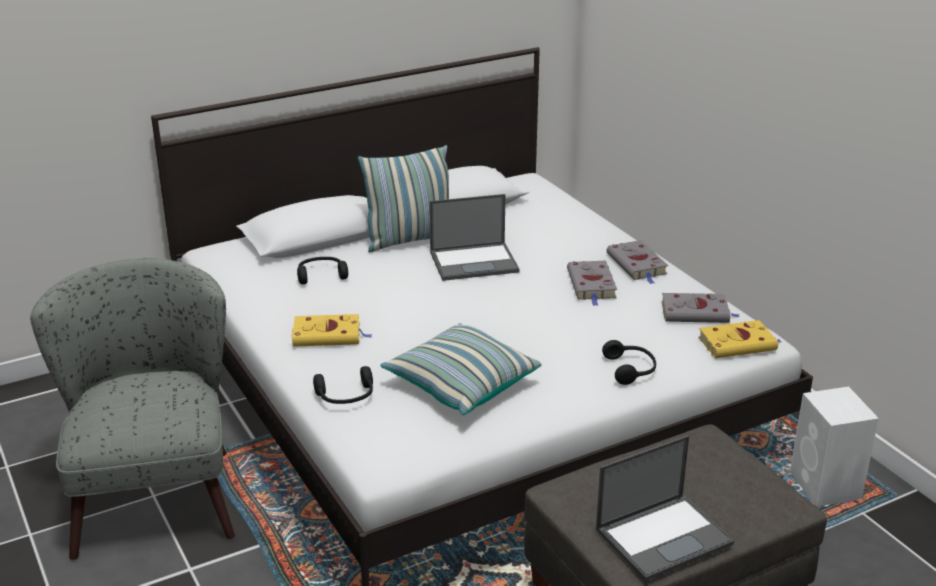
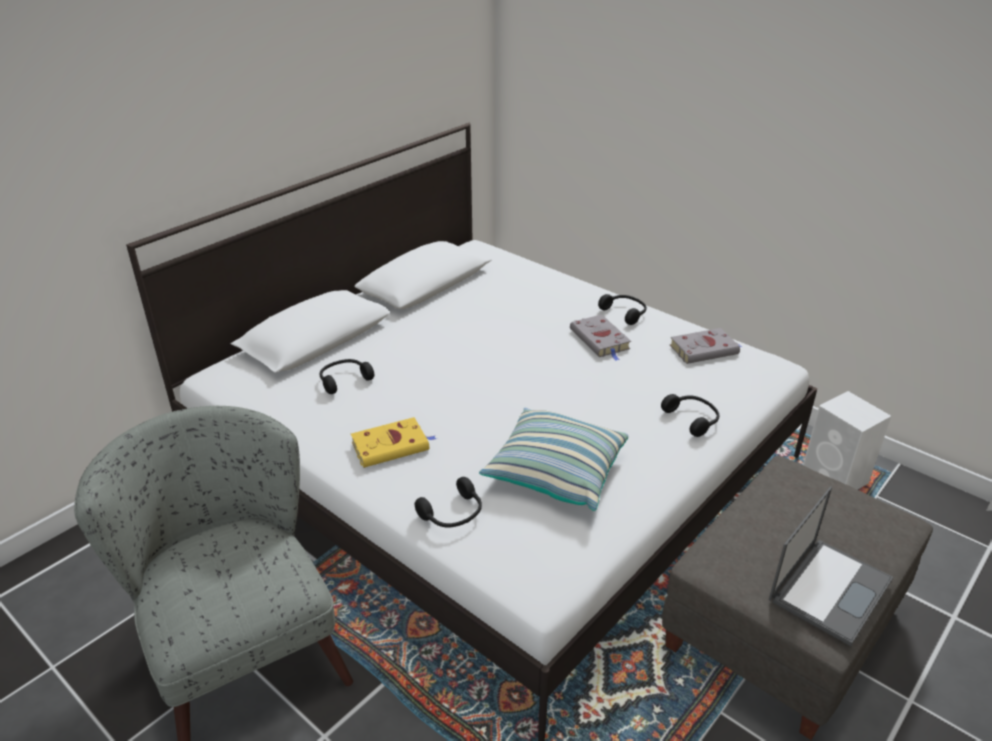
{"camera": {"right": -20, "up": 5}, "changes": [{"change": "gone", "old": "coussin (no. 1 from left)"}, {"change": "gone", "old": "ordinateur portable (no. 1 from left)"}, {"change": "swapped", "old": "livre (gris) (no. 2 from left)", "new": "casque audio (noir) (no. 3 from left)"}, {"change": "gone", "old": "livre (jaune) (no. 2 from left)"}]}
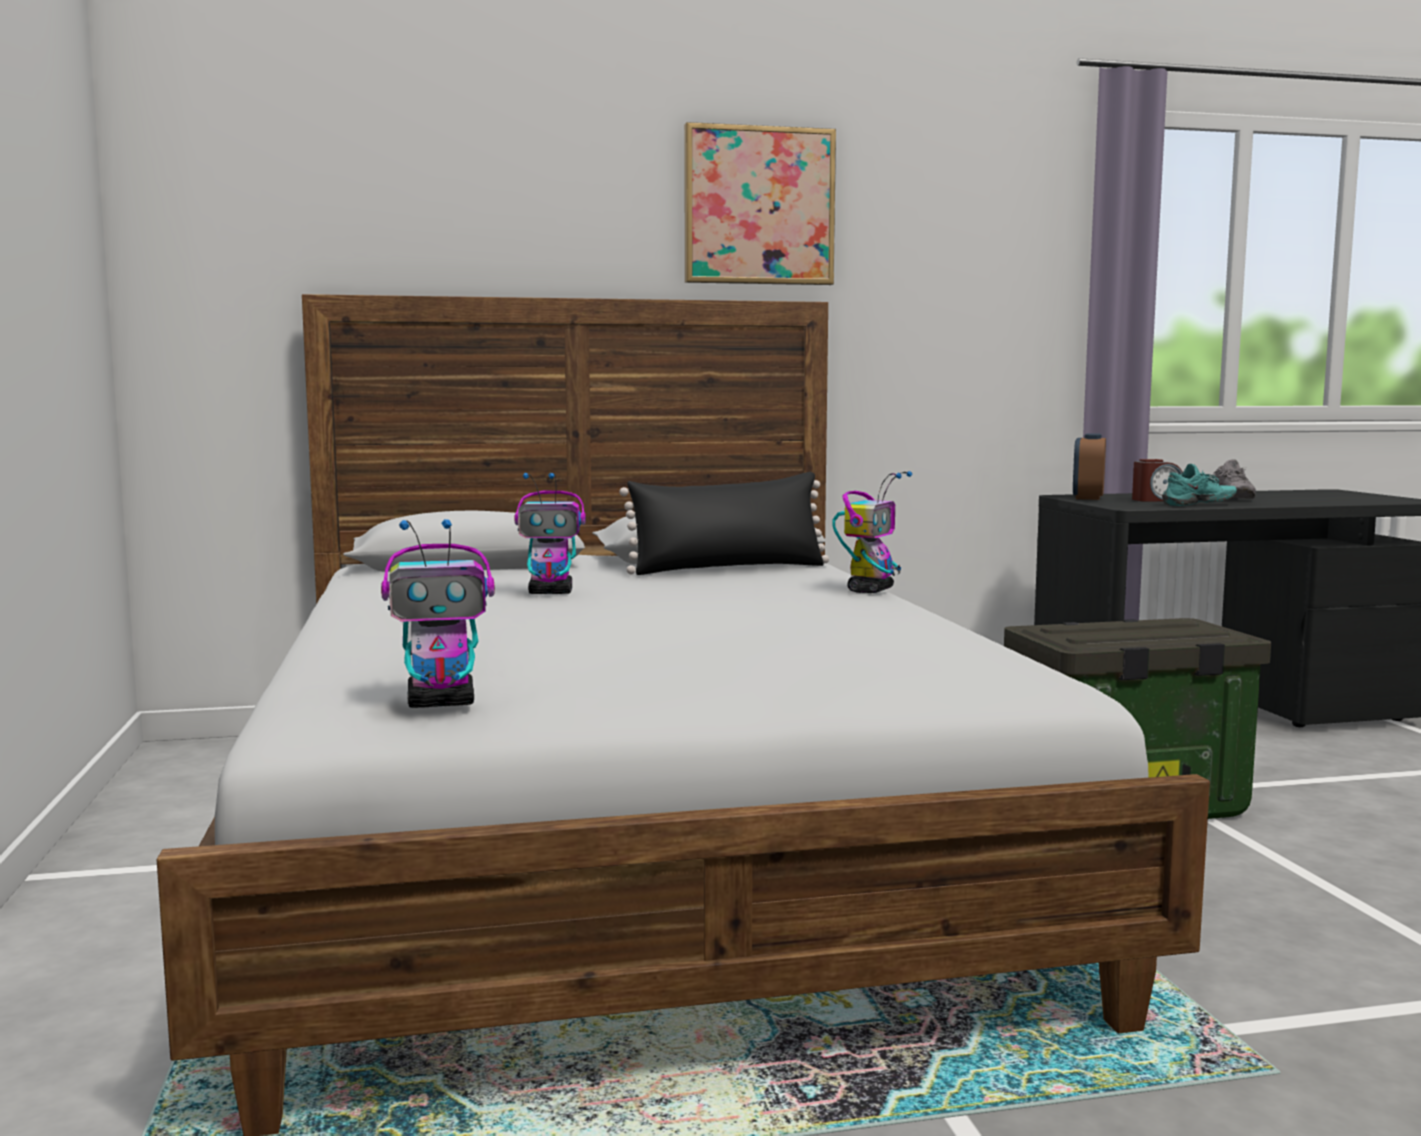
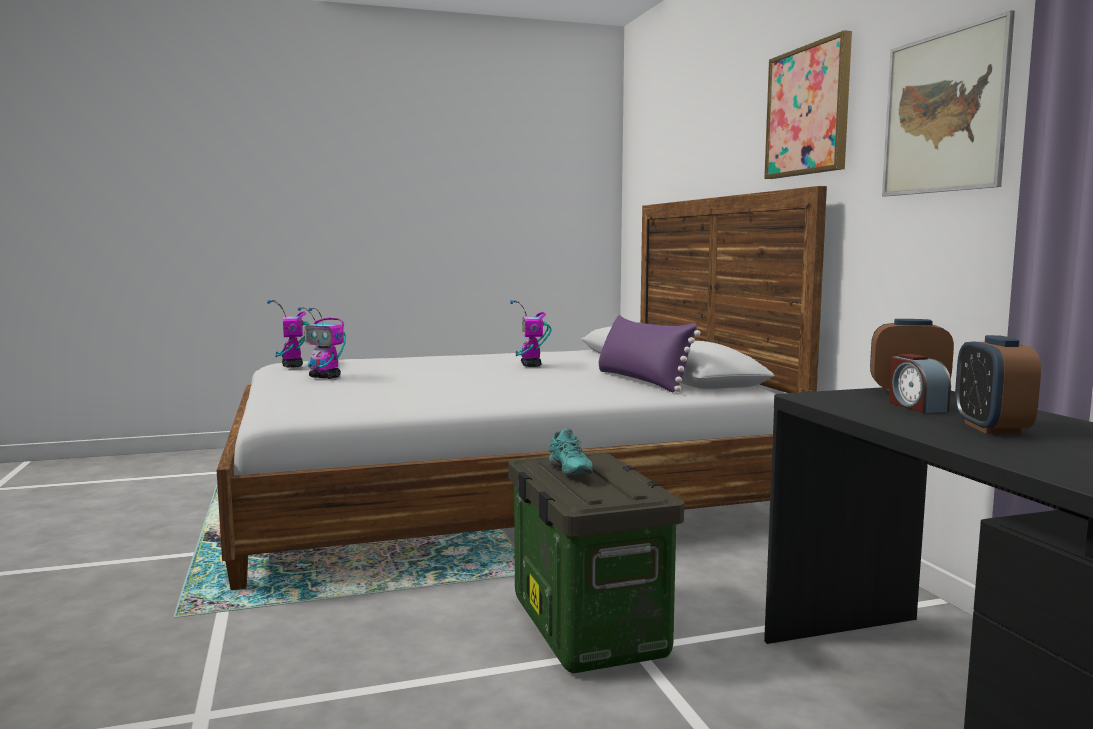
{"camera": {"right": 85, "up": 0}, "changes": [{"change": "swapped", "old": "chaussure (gris)", "new": "réveil (no. 3 from left)"}, {"change": "shifted", "old": "chaussure (turquoise)"}, {"change": "shifted", "old": "robot jouet (no. 3 from left in the first image)", "new": "robot jouet (no. 2 from left)"}, {"change": "repainted", "old": "coussin (noir)", "new": "coussin (violet)"}, {"change": "new", "new": "tableau (no. 2 from left)"}]}
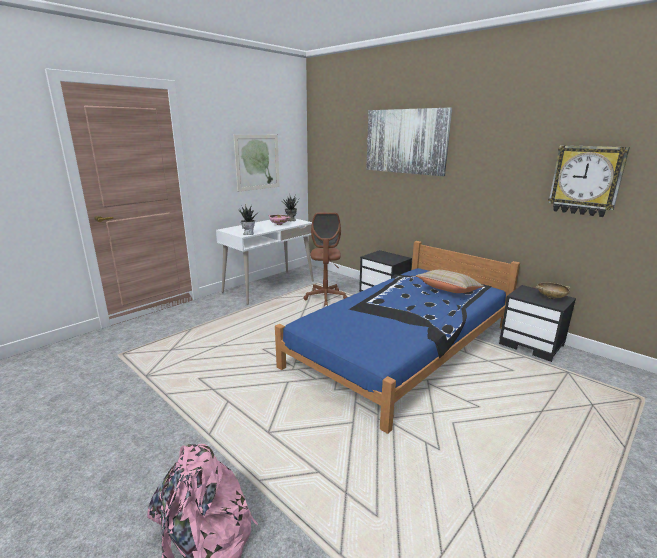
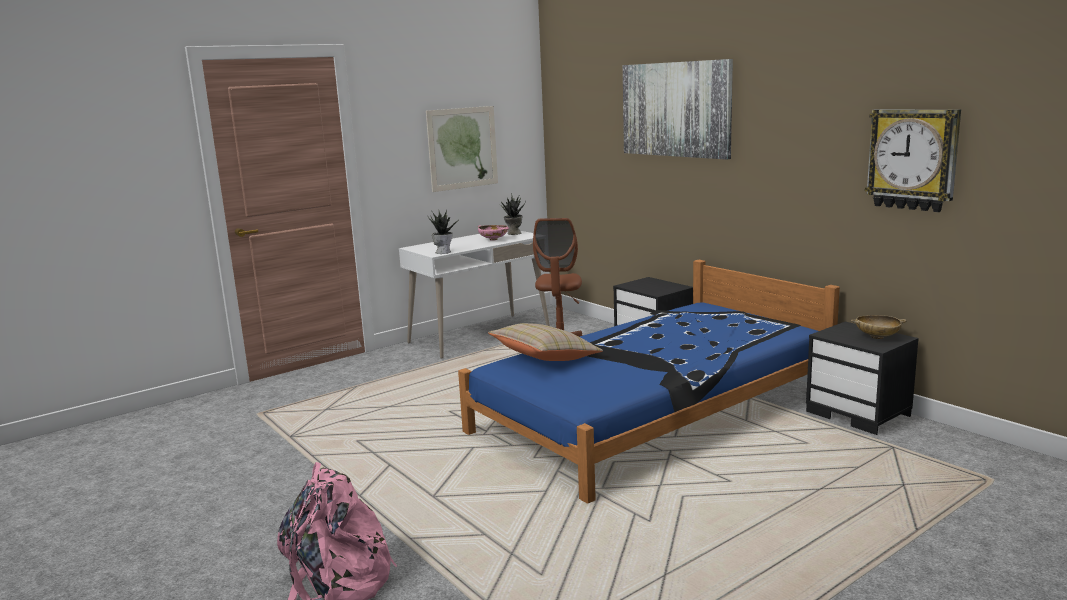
{"camera": {"right": 10, "up": -5}, "changes": [{"change": "shifted", "old": "coussin (beige)"}]}
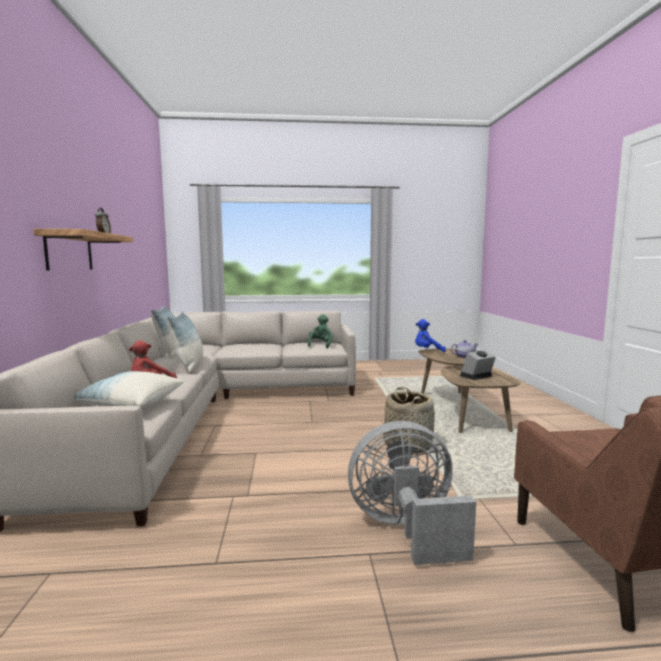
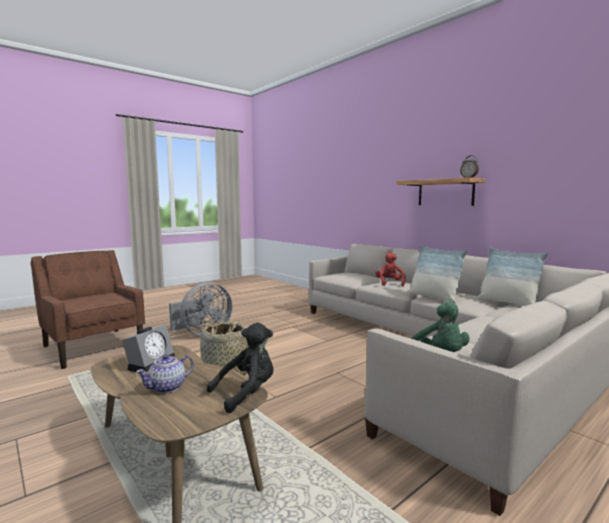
{"camera": {"right": 145, "up": 0}, "changes": [{"change": "repainted", "old": "peluche (bleu)", "new": "peluche (noir)"}, {"change": "gone", "old": "coussin (no. 1 from left)"}]}
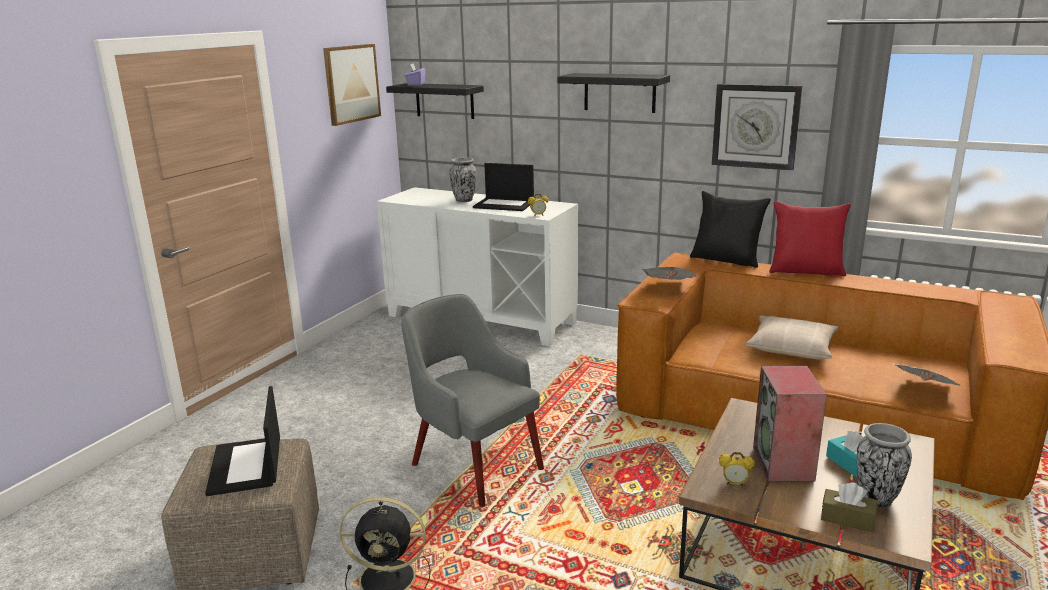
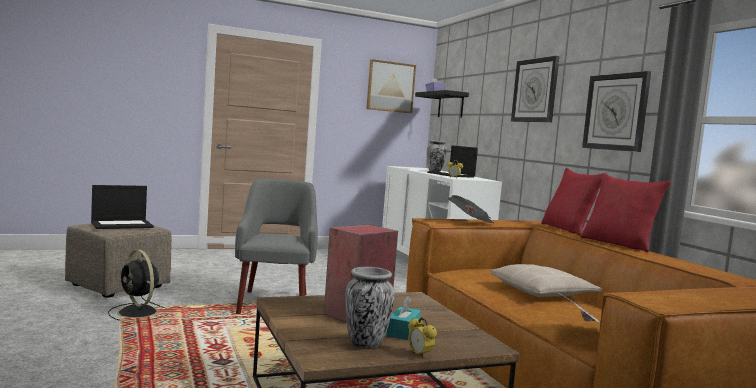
{"camera": {"right": 40, "up": -15}, "changes": [{"change": "swapped", "old": "étagère (noir) (no. 2 from left)", "new": "horloge murale (no. 1 from left)"}, {"change": "repainted", "old": "coussin (noir)", "new": "coussin (rouge) (no. 1 from left)"}, {"change": "rotated", "old": "ordinateur portable (no. 1 from left)", "degrees": -150}, {"change": "shifted", "old": "réveil (no. 2 from left in the first image)", "new": "réveil (no. 1 from left)"}, {"change": "gone", "old": "boîte à mouchoirs (marron)"}]}
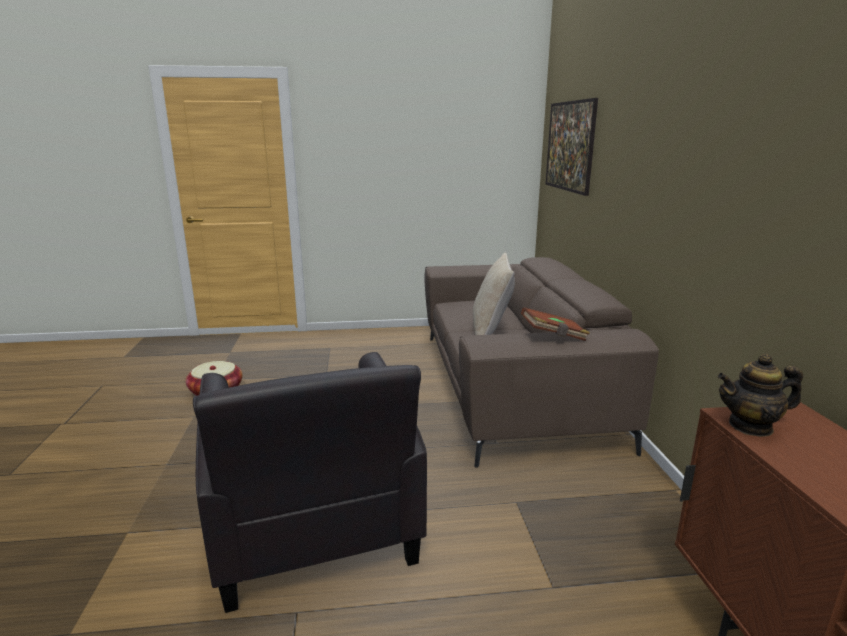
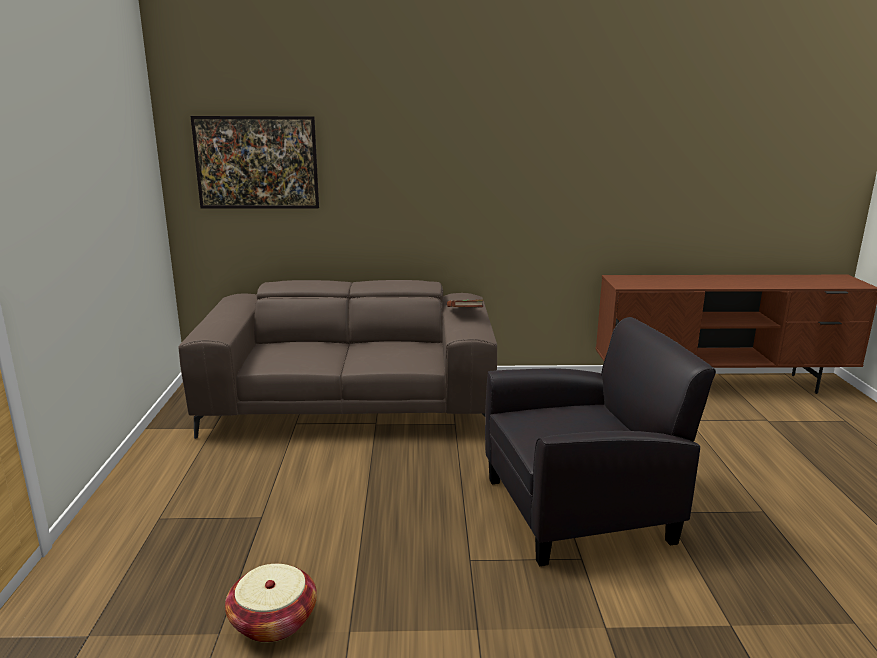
{"camera": {"right": -85, "up": 0}, "changes": [{"change": "gone", "old": "coussin (beige)"}, {"change": "gone", "old": "théière"}]}
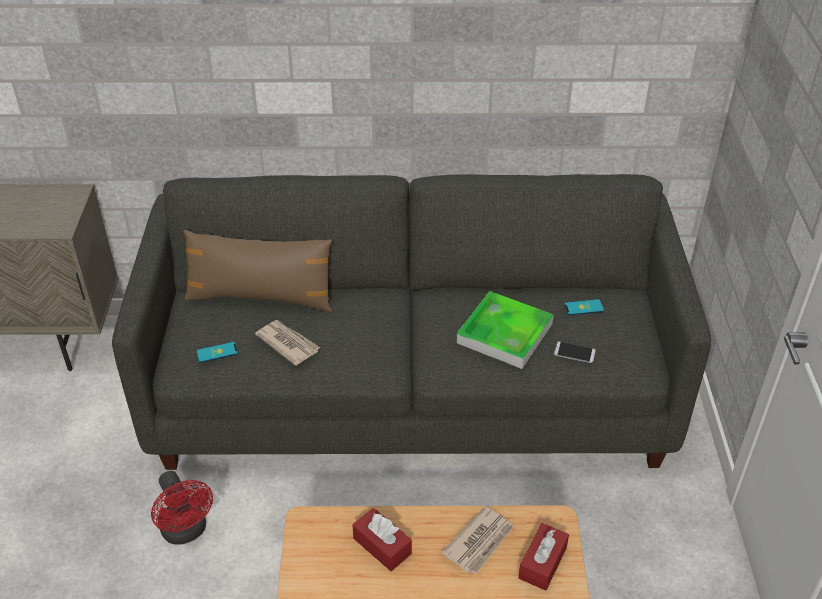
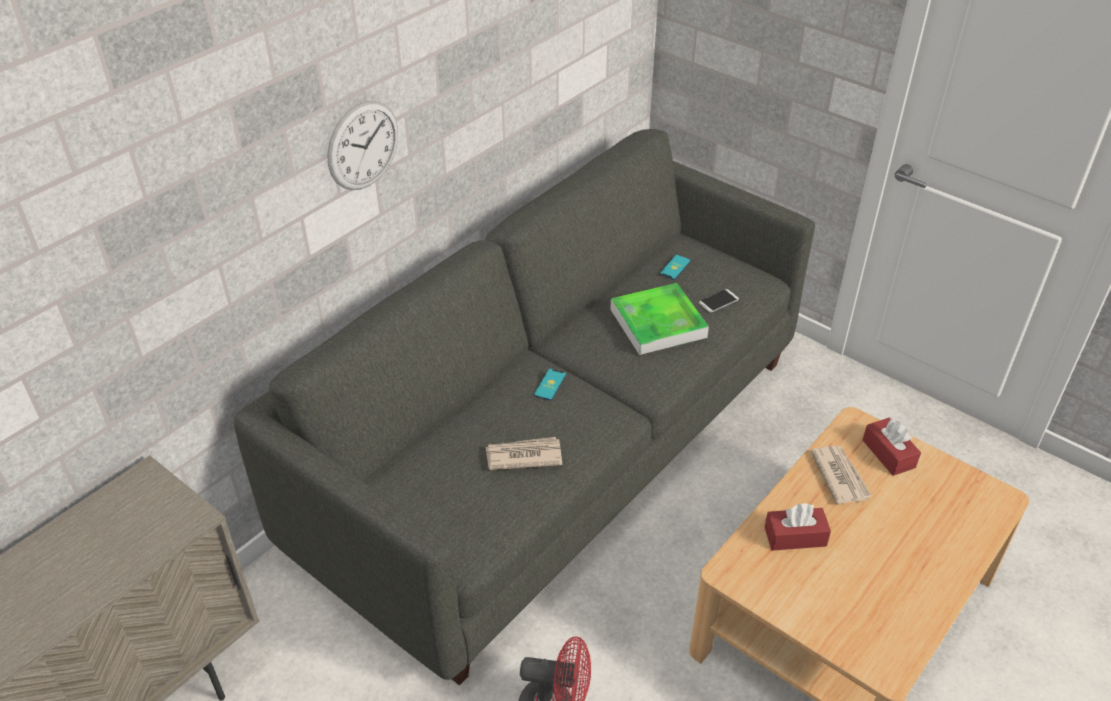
{"camera": {"right": -50, "up": 0}, "changes": [{"change": "gone", "old": "coussin (marron)"}, {"change": "shifted", "old": "téléphone (no. 1 from left)"}, {"change": "new", "new": "horloge murale"}]}
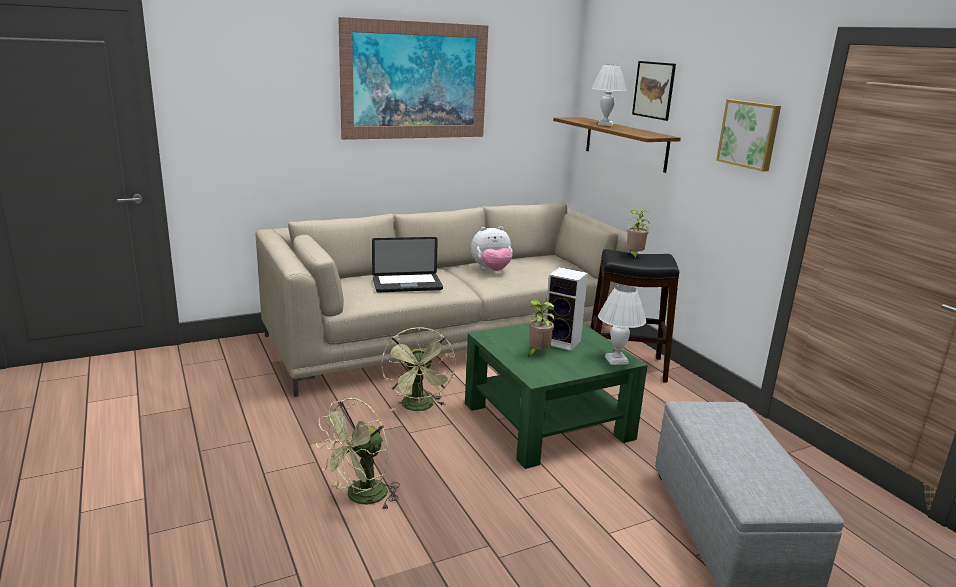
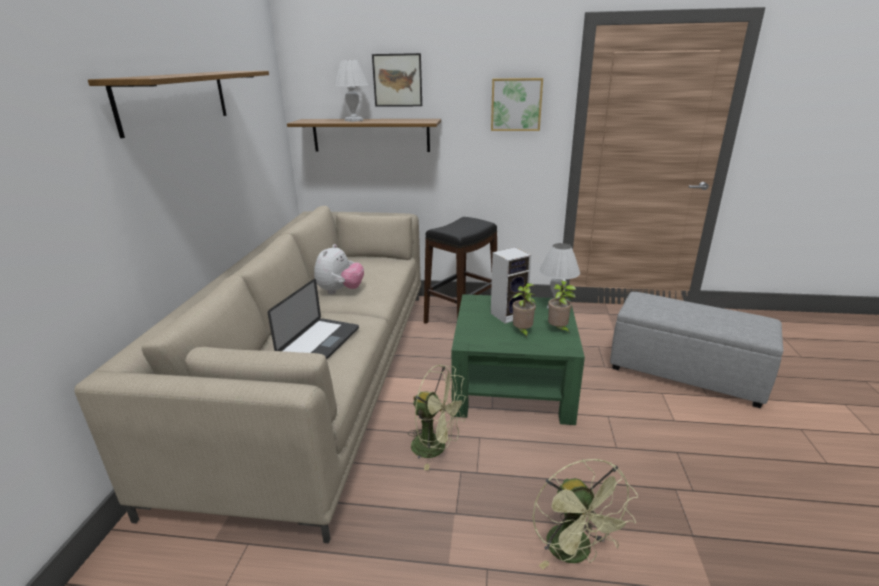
{"camera": {"right": -55, "up": 5}, "changes": [{"change": "swapped", "old": "tableau (no. 1 from left)", "new": "étagère (no. 1 from left)"}, {"change": "shifted", "old": "plante en pot (no. 2 from left)"}]}
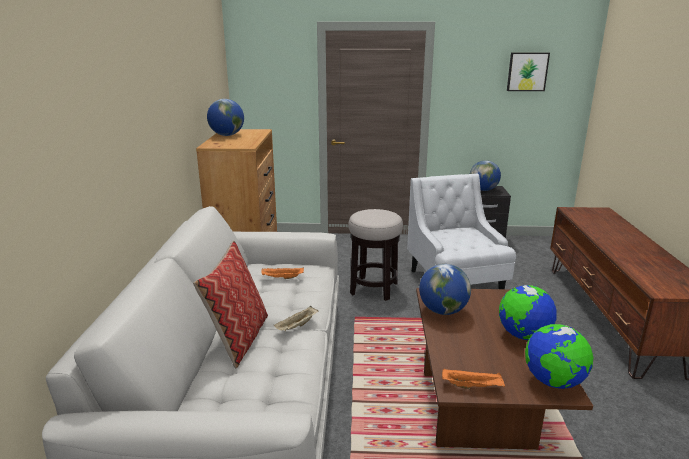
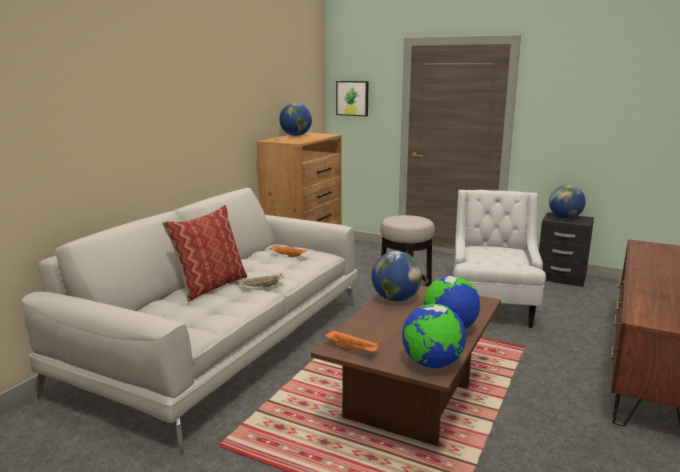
{"camera": {"right": 25, "up": -5}, "changes": [{"change": "shifted", "old": "tableau"}]}
